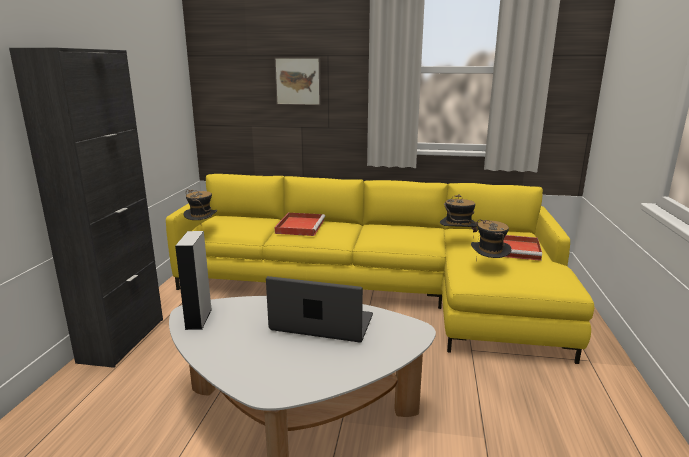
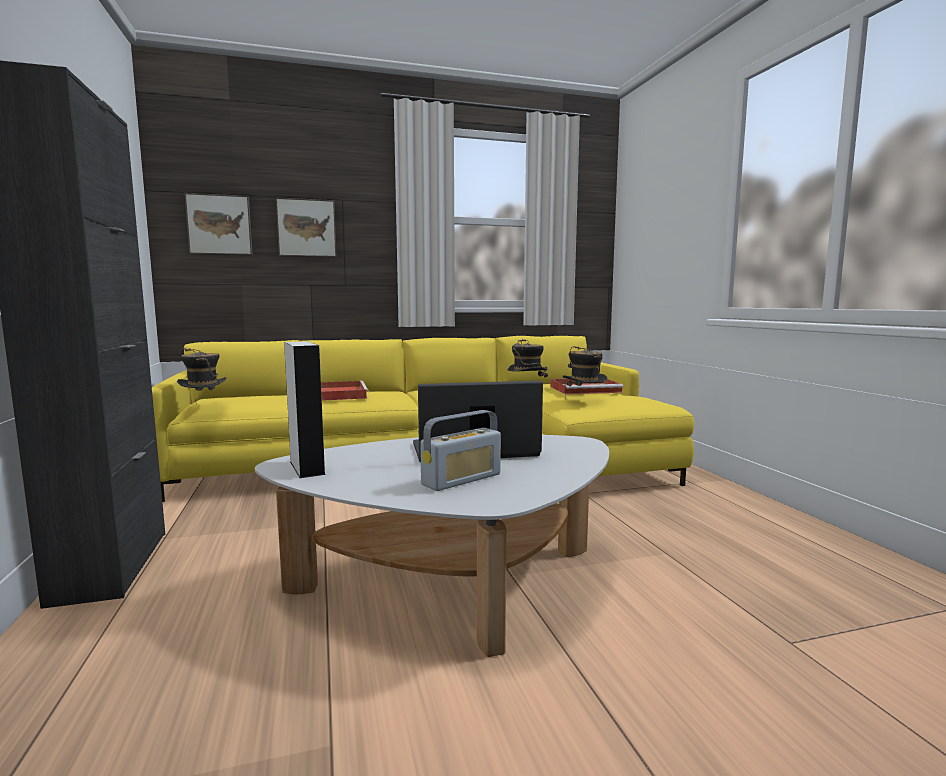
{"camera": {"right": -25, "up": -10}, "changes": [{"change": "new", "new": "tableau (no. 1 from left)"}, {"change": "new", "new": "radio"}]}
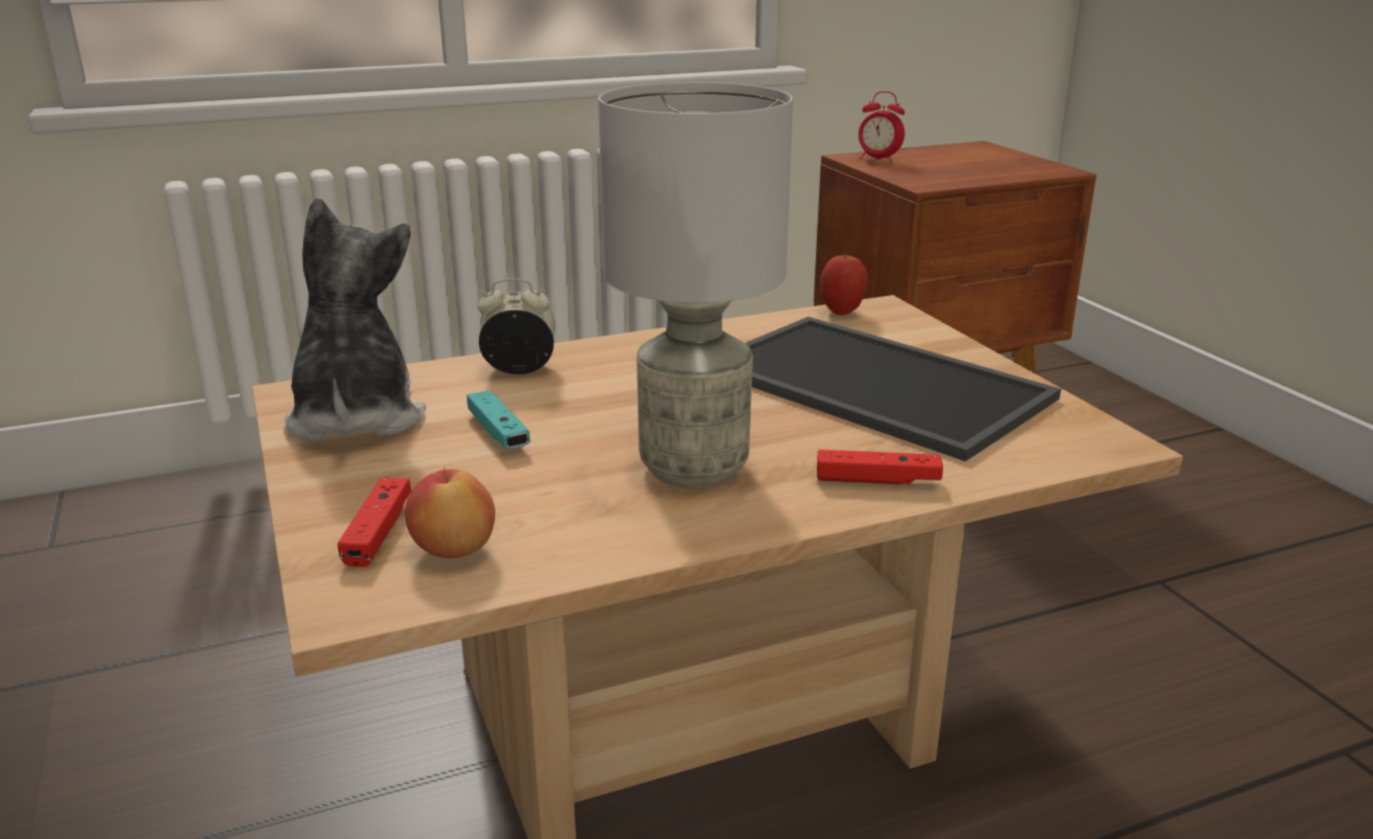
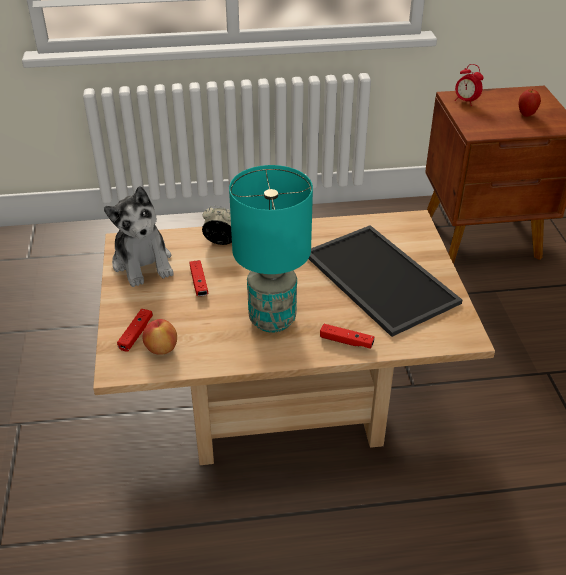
{"camera": {"right": 15, "up": 15}, "changes": [{"change": "repainted", "old": "lampe de table (gris)", "new": "lampe de table (turquoise)"}, {"change": "rotated", "old": "peluche", "degrees": 150}, {"change": "shifted", "old": "pomme (no. 2 from left)"}, {"change": "repainted", "old": "manette (turquoise)", "new": "manette (rouge) (no. 2 from left)"}]}
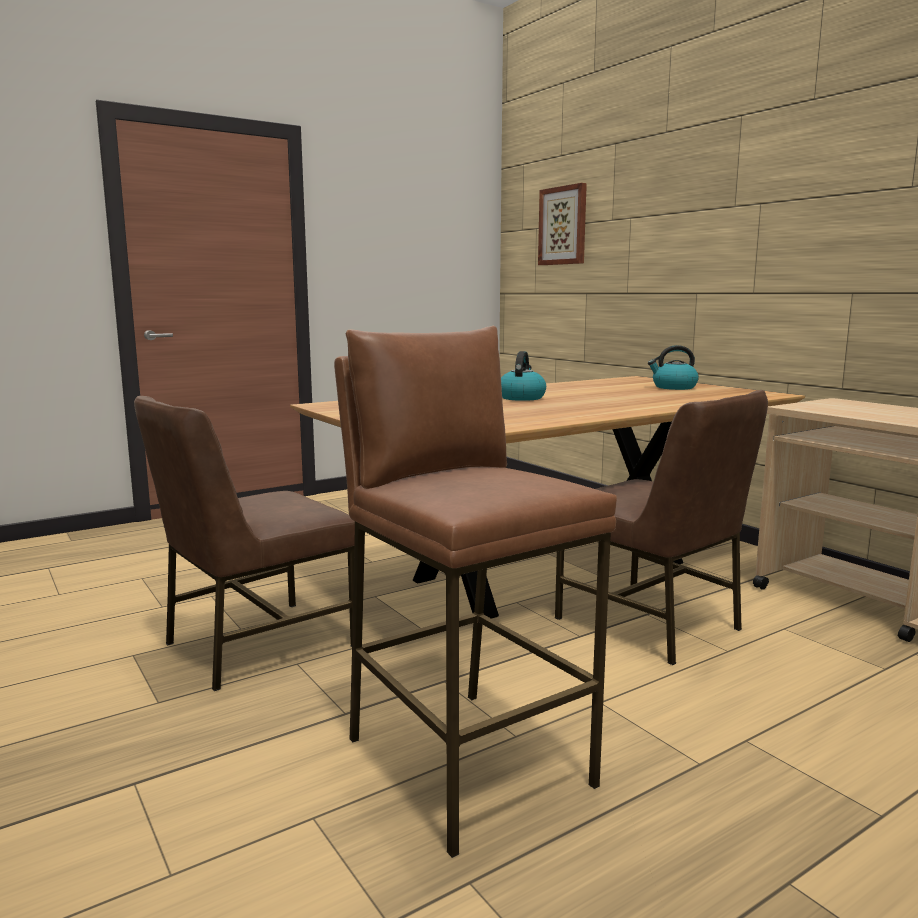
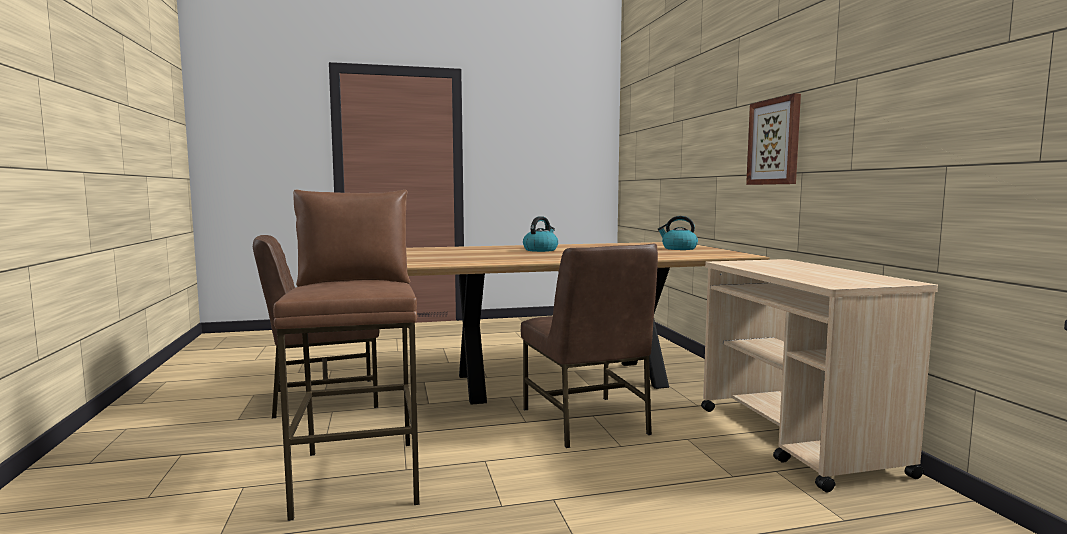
{"camera": {"right": 20, "up": -5}, "changes": [{"change": "shifted", "old": "tableau"}]}
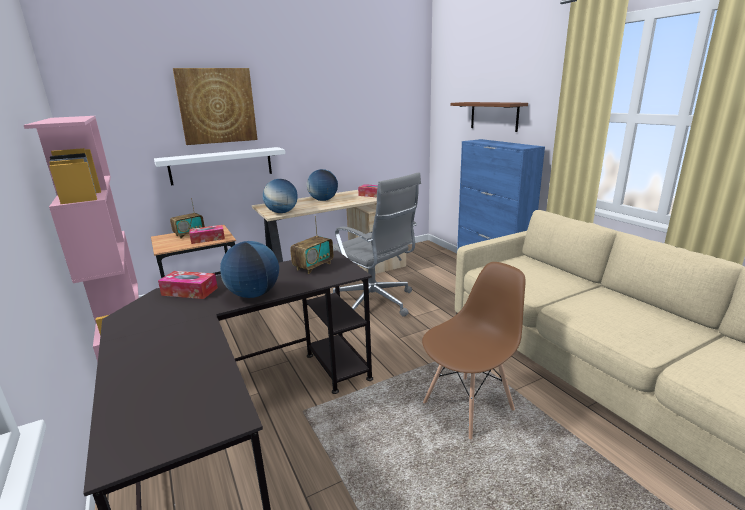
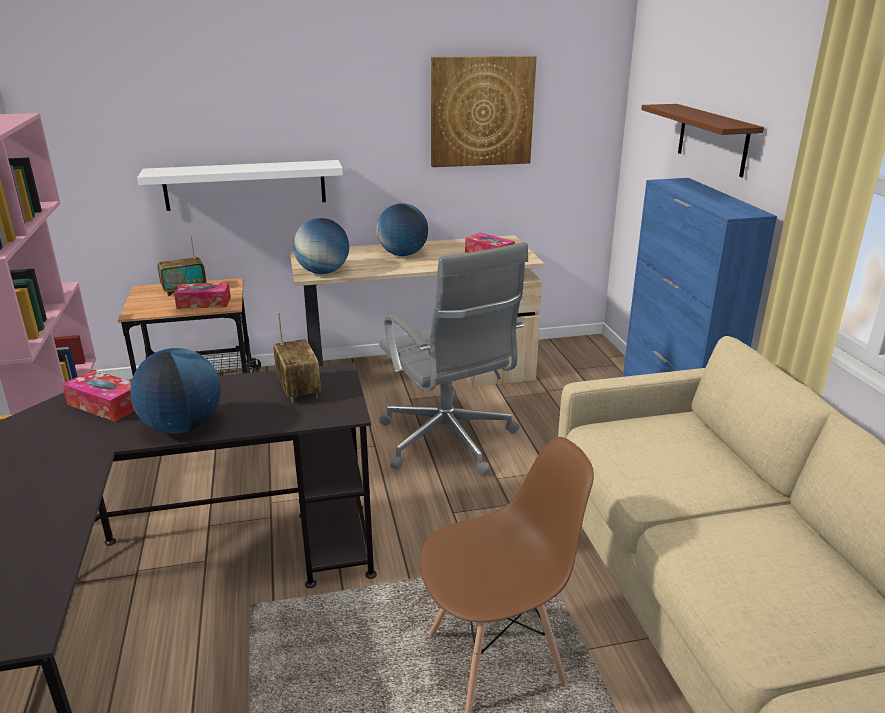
{"camera": {"right": 15, "up": 5}, "changes": [{"change": "shifted", "old": "tableau"}, {"change": "rotated", "old": "radio (no. 2 from left)", "degrees": -75}]}
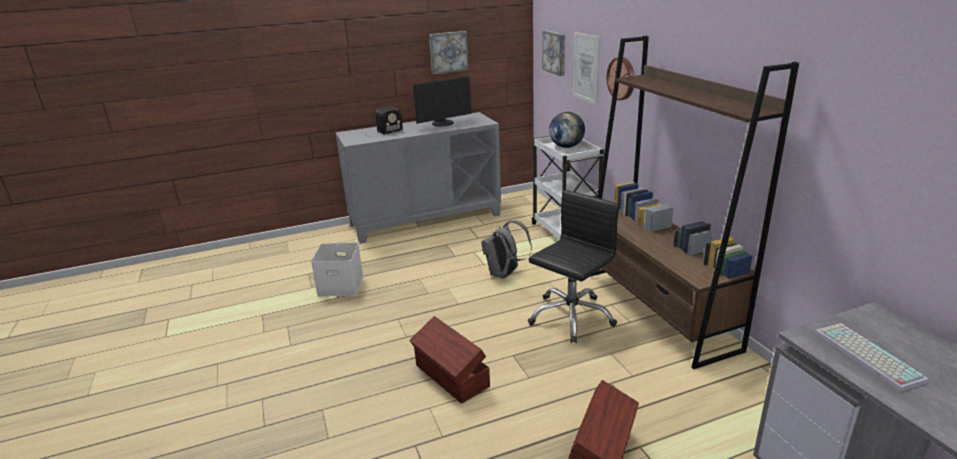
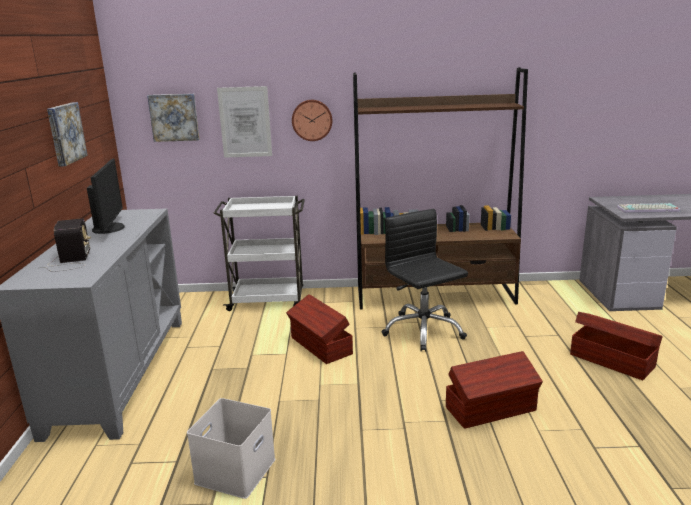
{"camera": {"right": -70, "up": -5}, "changes": [{"change": "gone", "old": "globe"}, {"change": "swapped", "old": "sac à dos (gris)", "new": "boîte de rangement (marron) (no. 1 from left)"}]}
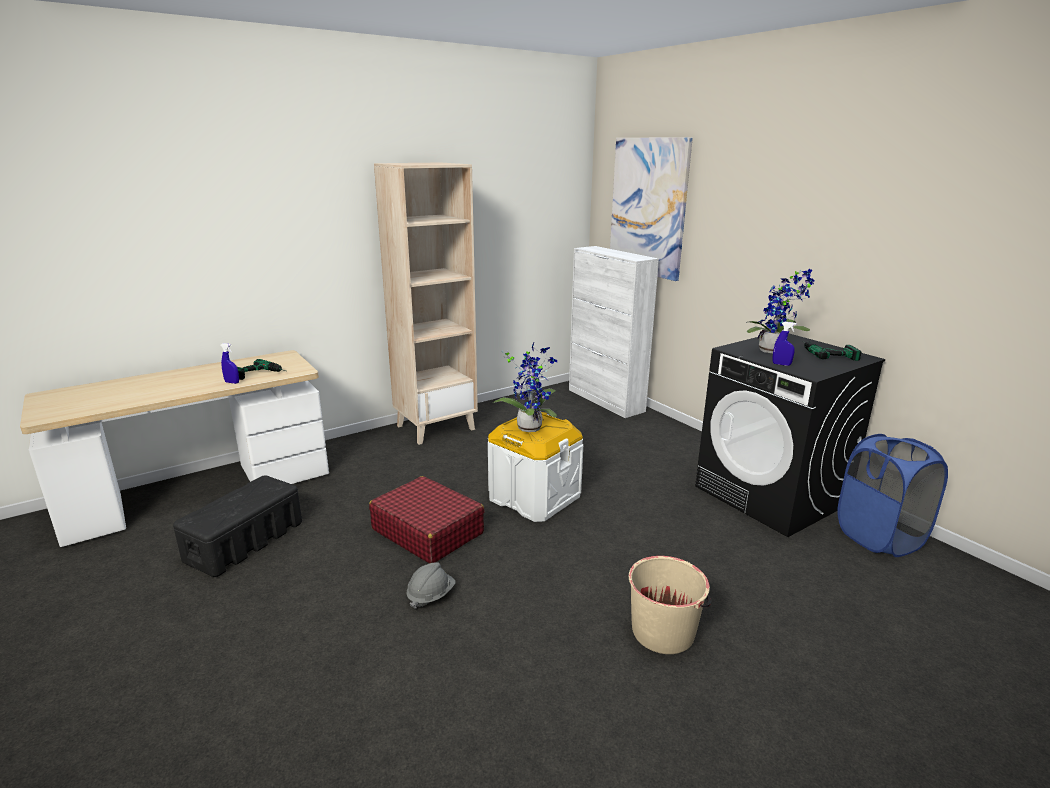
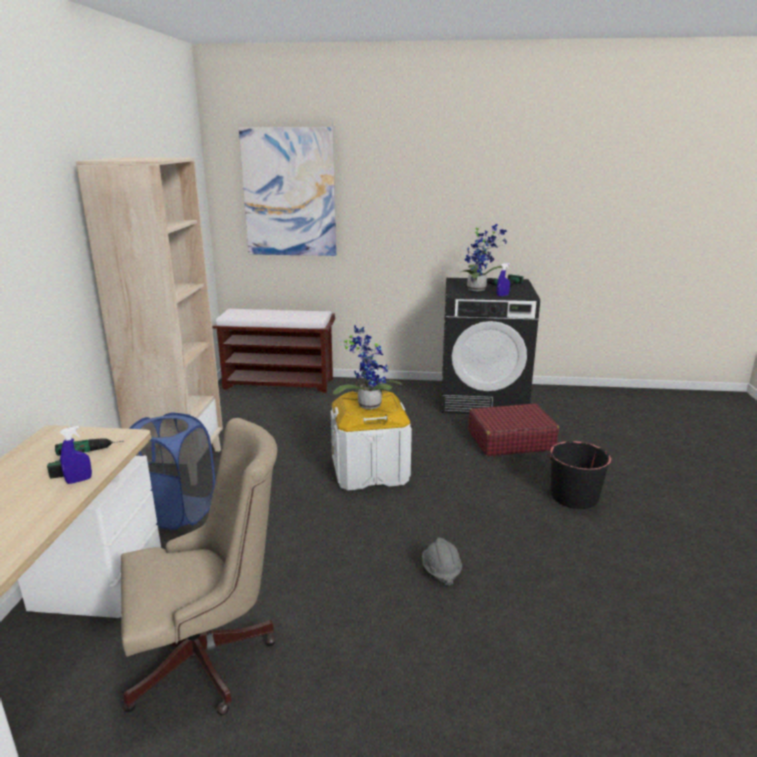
{"camera": {"right": -50, "up": 0}, "changes": [{"change": "swapped", "old": "meuble de rangement (blanc)", "new": "banc (marron)"}, {"change": "shifted", "old": "panier à linge (bleu)"}, {"change": "swapped", "old": "boîte de rangement (noir)", "new": "chaise de bureau (beige)"}, {"change": "shifted", "old": "valise (rouge)"}, {"change": "repainted", "old": "seau (beige)", "new": "seau (noir)"}]}
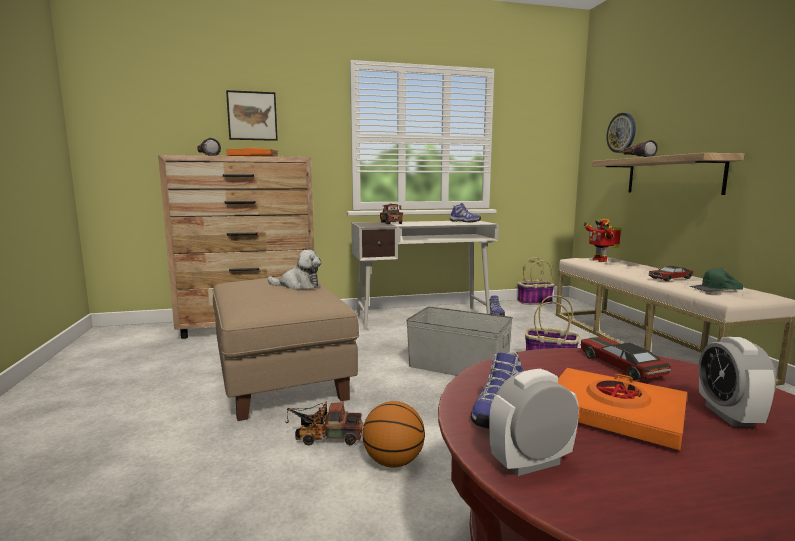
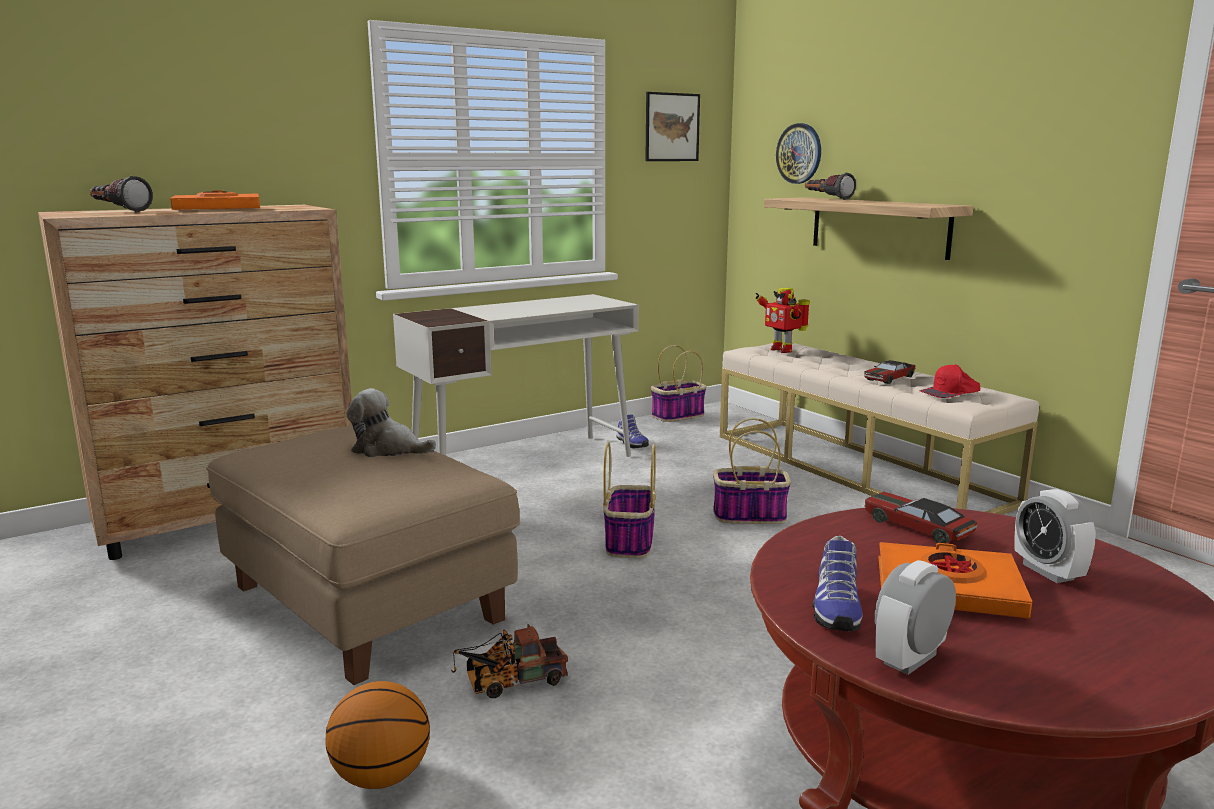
{"camera": {"right": -20, "up": 5}, "changes": [{"change": "shifted", "old": "tableau"}, {"change": "gone", "old": "chaussure (no. 1 from left)"}, {"change": "gone", "old": "camion jouet (no. 2 from left)"}, {"change": "rotated", "old": "peluche", "degrees": -150}, {"change": "repainted", "old": "casquette (vert)", "new": "casquette (rouge)"}, {"change": "swapped", "old": "boîte de rangement (gris)", "new": "panier (no. 1 from left)"}, {"change": "shifted", "old": "ballon de basket"}]}
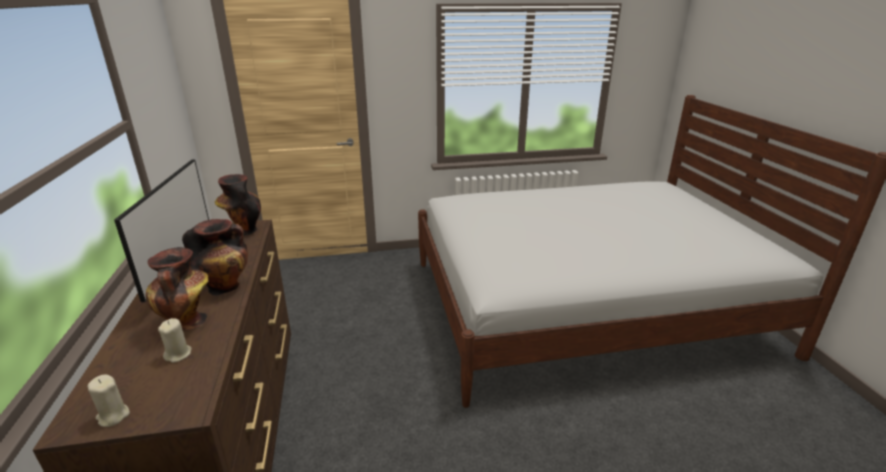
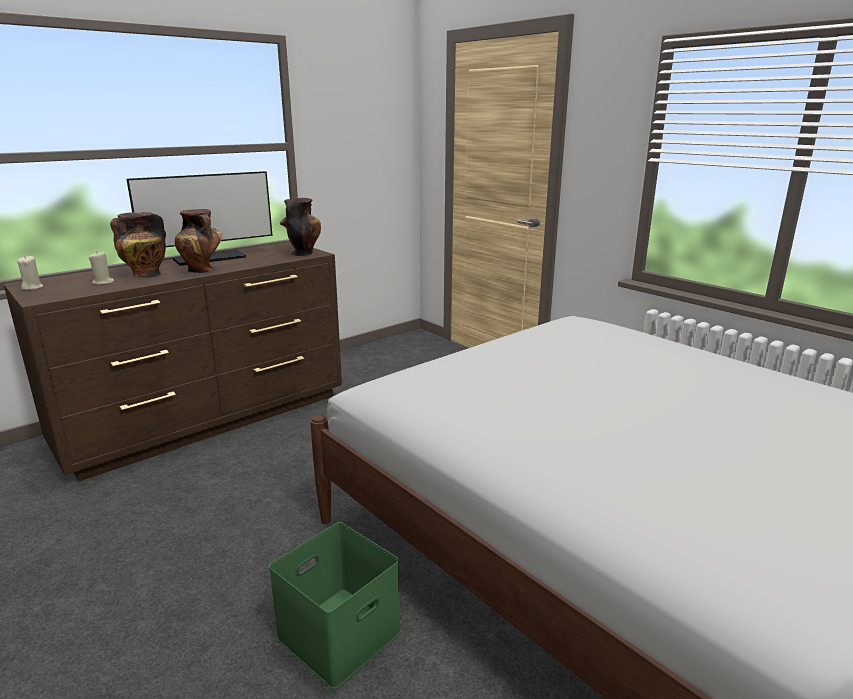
{"camera": {"right": 60, "up": -5}, "changes": [{"change": "new", "new": "boîte de rangement (vert)"}]}
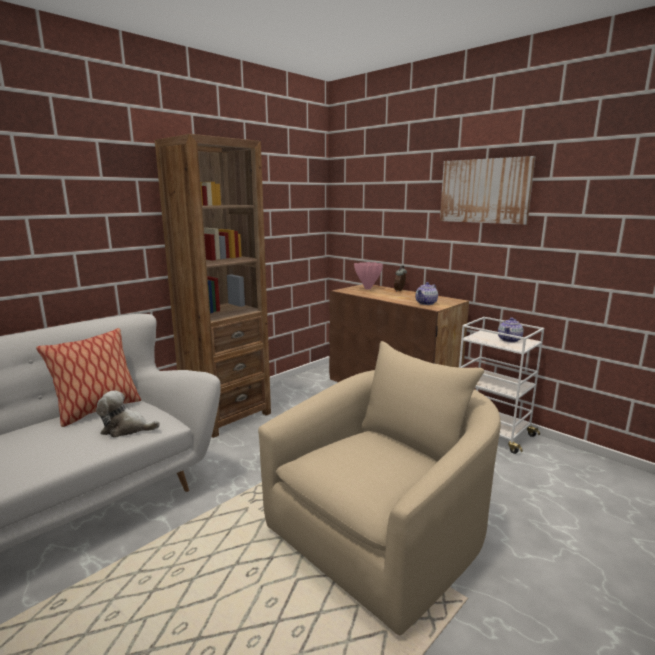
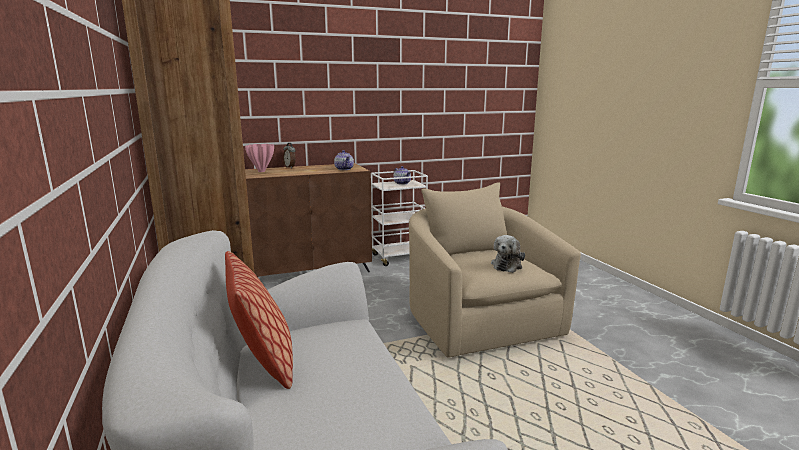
{"camera": {"right": -65, "up": 0}, "changes": [{"change": "gone", "old": "tableau"}, {"change": "shifted", "old": "peluche"}]}
